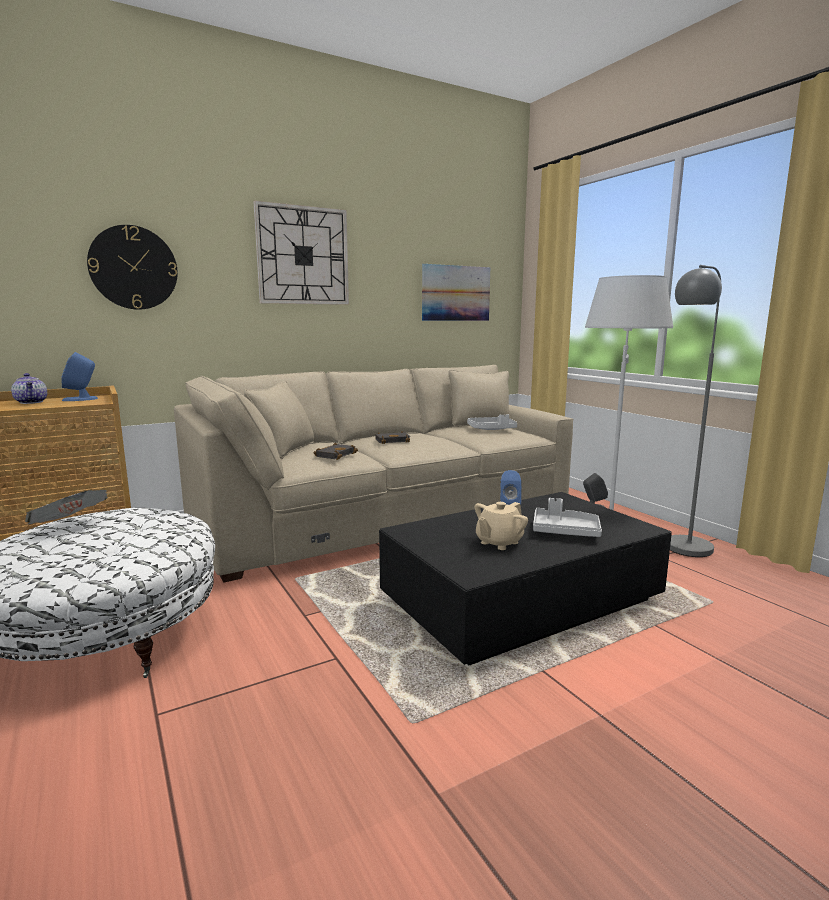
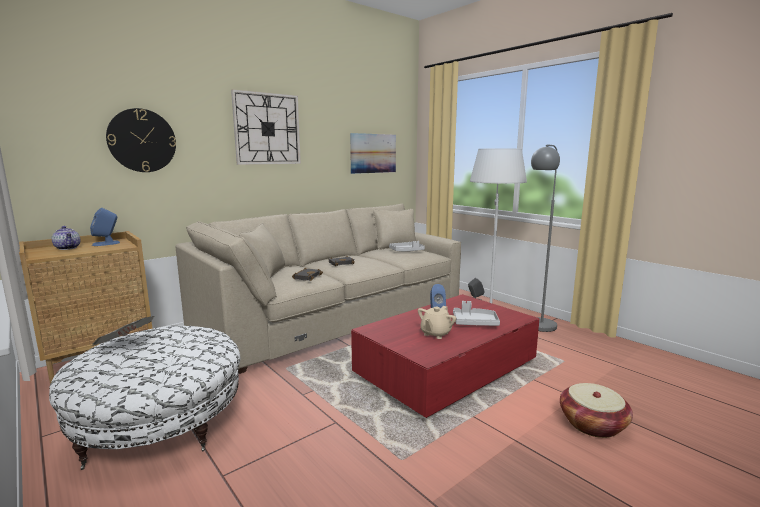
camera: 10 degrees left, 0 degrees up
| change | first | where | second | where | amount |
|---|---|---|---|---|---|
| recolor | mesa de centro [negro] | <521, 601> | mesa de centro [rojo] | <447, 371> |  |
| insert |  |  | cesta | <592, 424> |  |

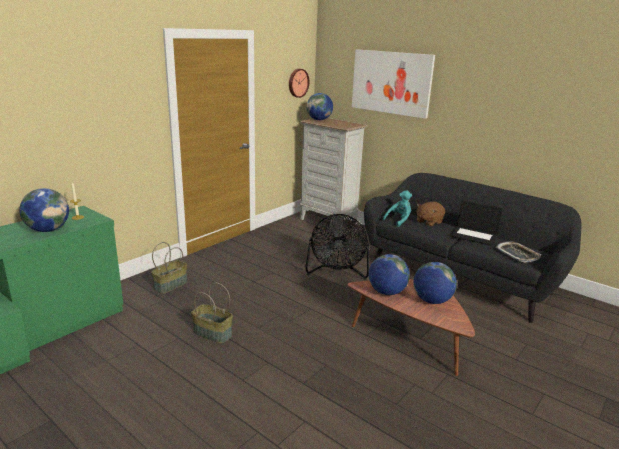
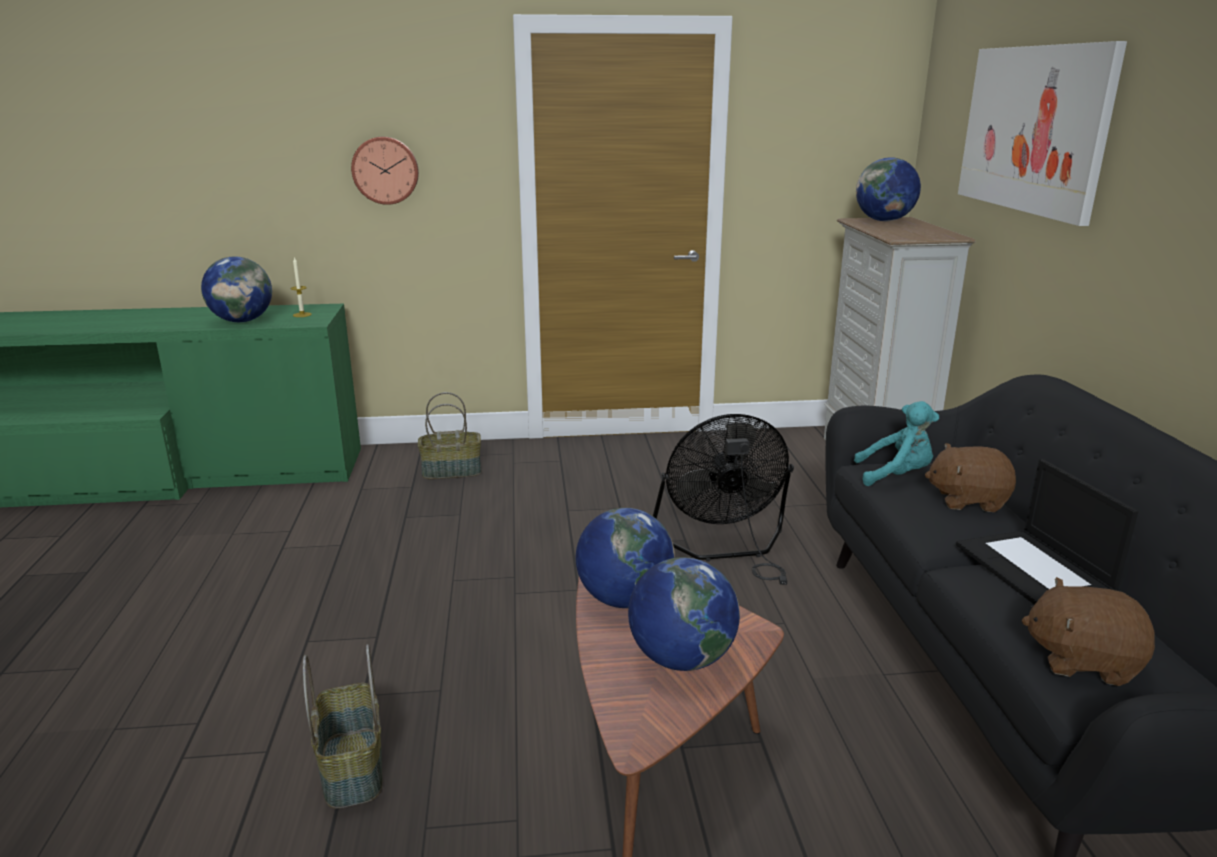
camera: 45 degrees right, 0 degrees up
| change | first | where | second | where | amount |
|---|---|---|---|---|---|
| move | reloj de pared | <297, 83> |  | <385, 170> |  |
| rotate | ventilador [negro] | <335, 271> |  | <732, 548> | 120 degrees clockwise |
| replace | bandeja | <517, 255> | peluche [marrón] | <1082, 660> |  |
| move | cesta | <212, 333> |  | <350, 767> |  |

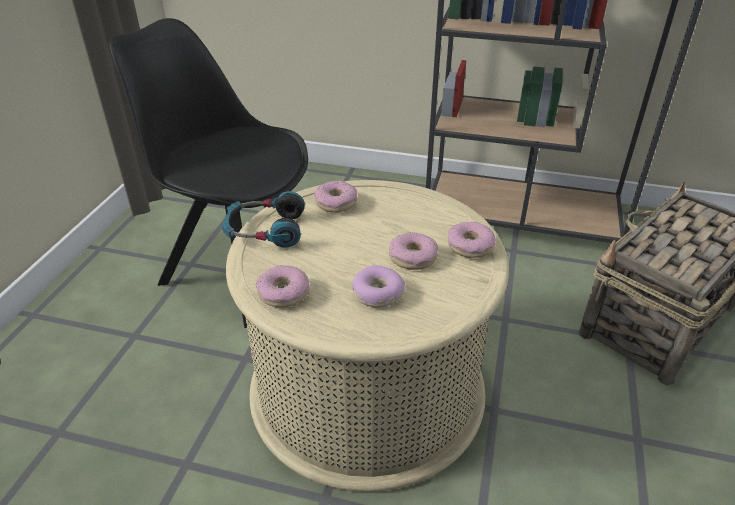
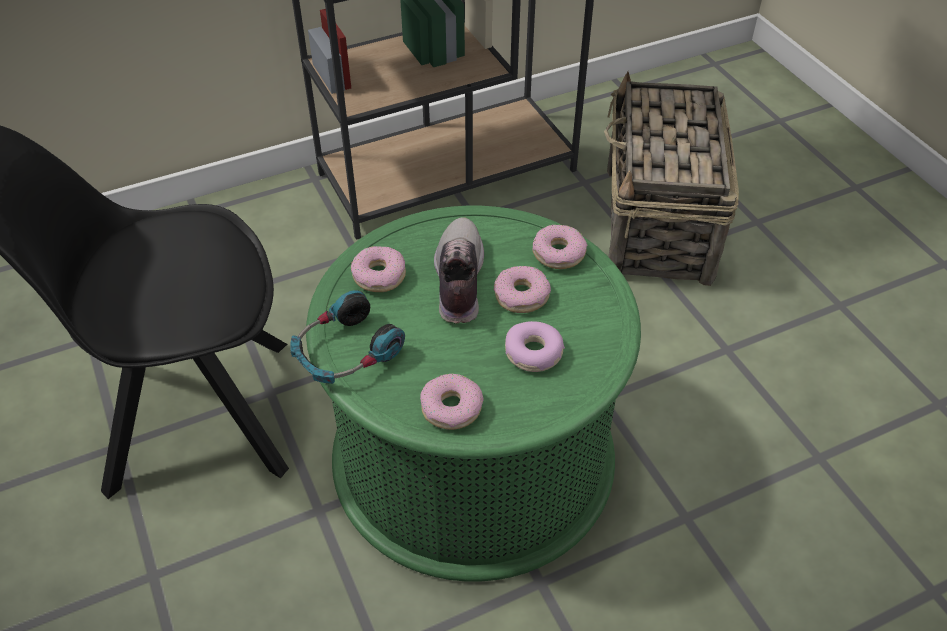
camera: 40 degrees left, 10 degrees up
| change | first | where | second | where | amount |
|---|---|---|---|---|---|
| recolor | mesa de centro [beis] | <367, 386> | mesa de centro [verde] | <473, 453> |  |
| insert |  |  | zapato | <457, 281> |  |

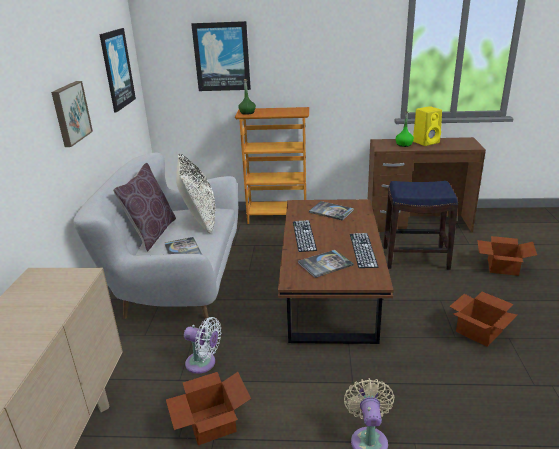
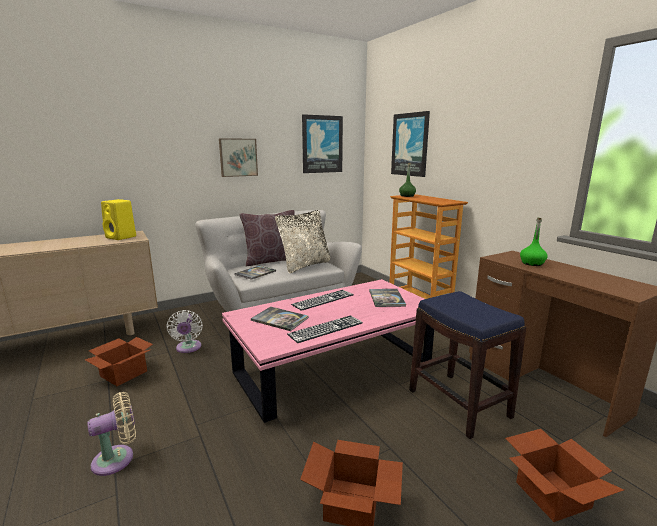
camera: 55 degrees right, 10 degrees down
| change | first | where | second | where | amount |
|---|---|---|---|---|---|
| move | altavoz [amarillo] | <426, 142> |  | <122, 237> |  |
| recolor | mesa de centro [marrón] | <330, 288> | mesa de centro [rosa] | <335, 368> |  |

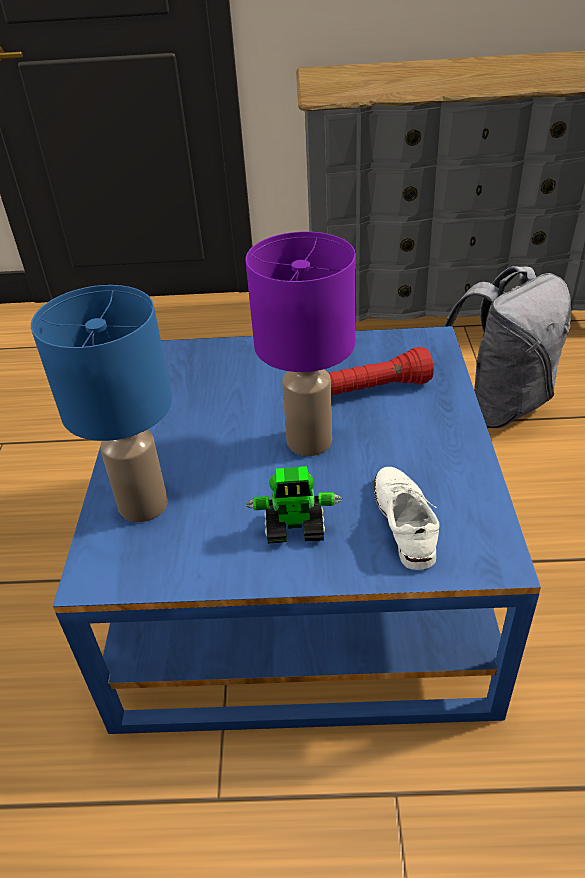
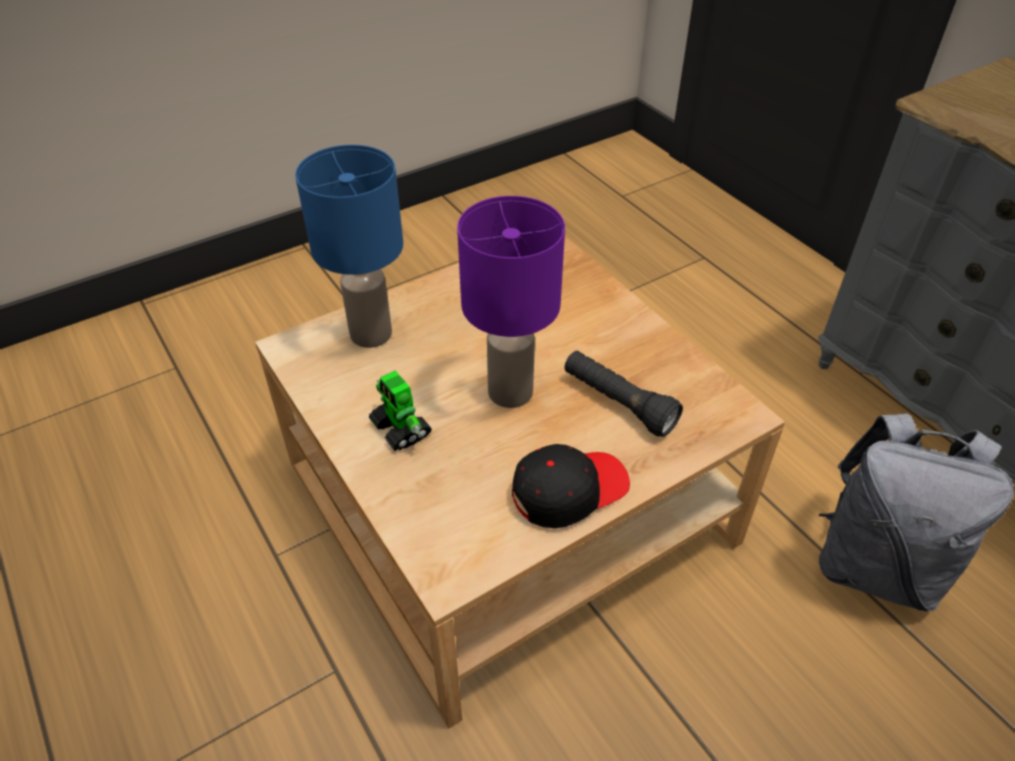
camera: 55 degrees right, 5 degrees up
| change | first | where | second | where | amount |
|---|---|---|---|---|---|
| recolor | mesa de centro [azul] | <301, 571> | mesa de centro [beis] | <507, 502> |  |
| recolor | linterna [rojo] | <373, 390> | linterna [negro] | <617, 403> |  |
| delete | zapato [blanco] | <404, 521> |  |  |  |
| insert |  |  | gorra [negro] | <568, 490> |  |

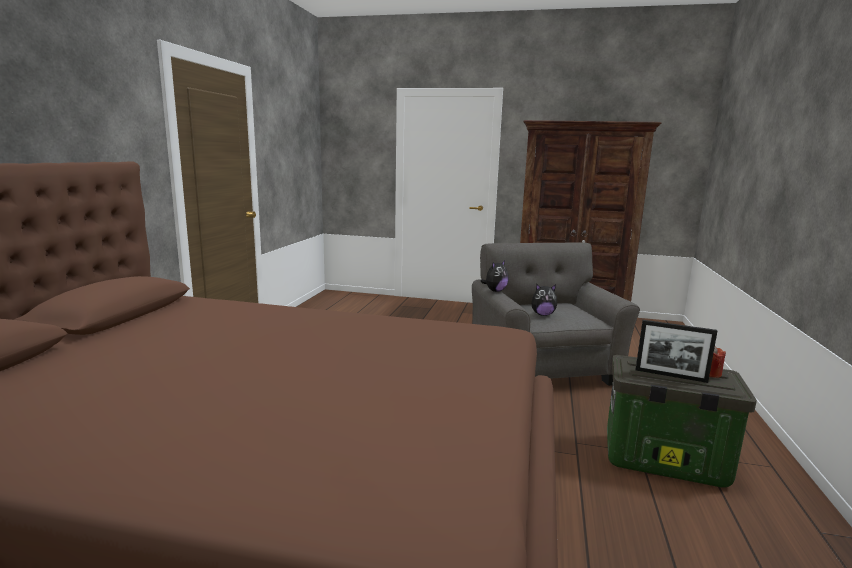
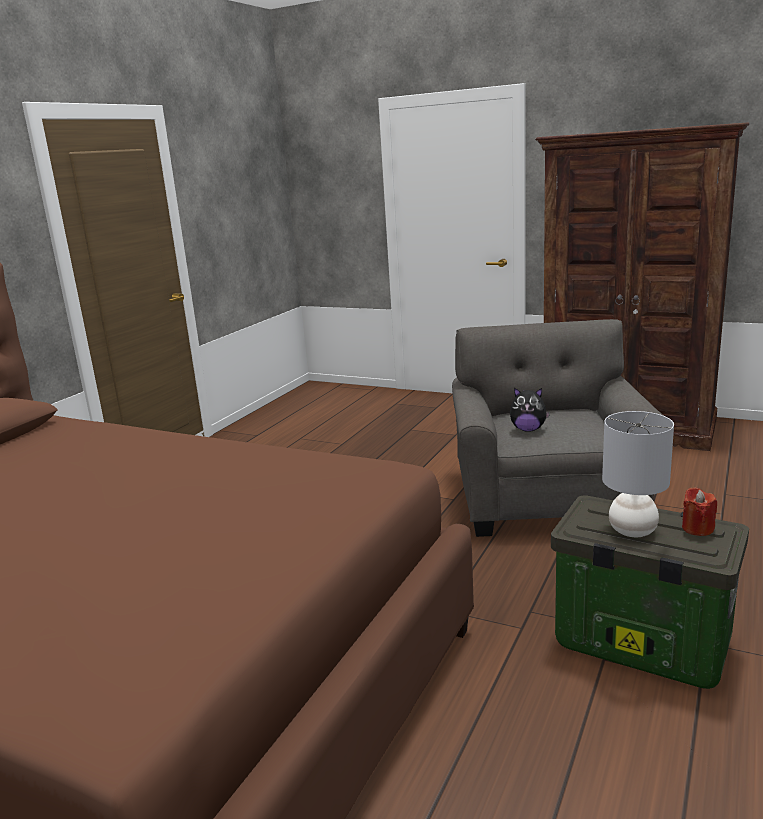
camera: 15 degrees right, 5 degrees up
| change | first | where | second | where | amount |
|---|---|---|---|---|---|
| delete | peluche | <495, 291> |  |  |  |
| replace | portarretratos | <670, 375> | lámpara de mesa [gris] | <633, 530> |  |

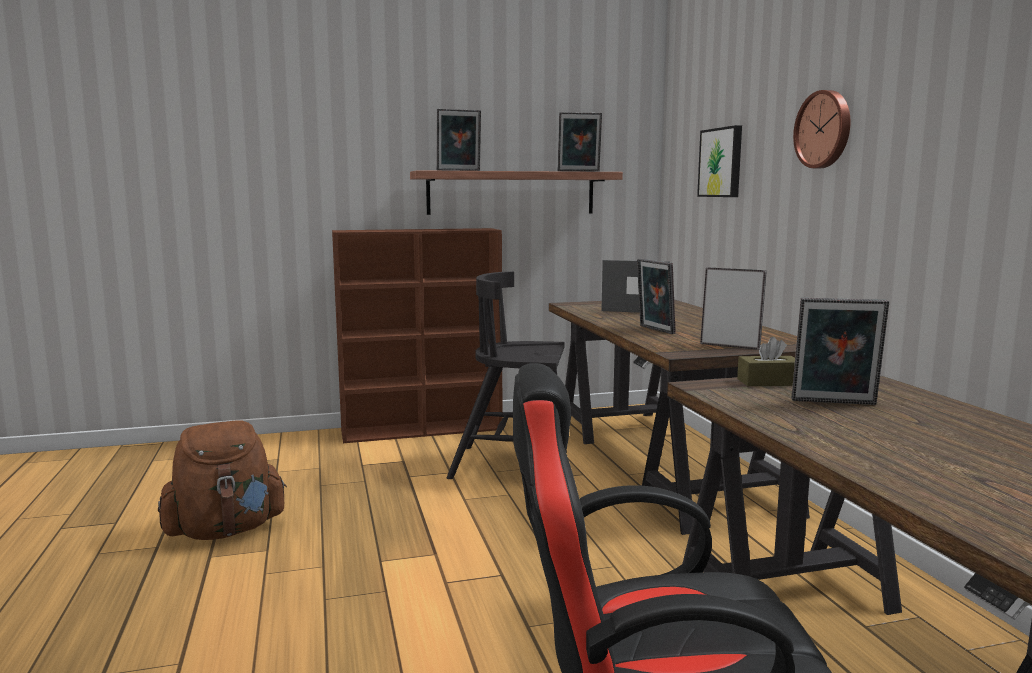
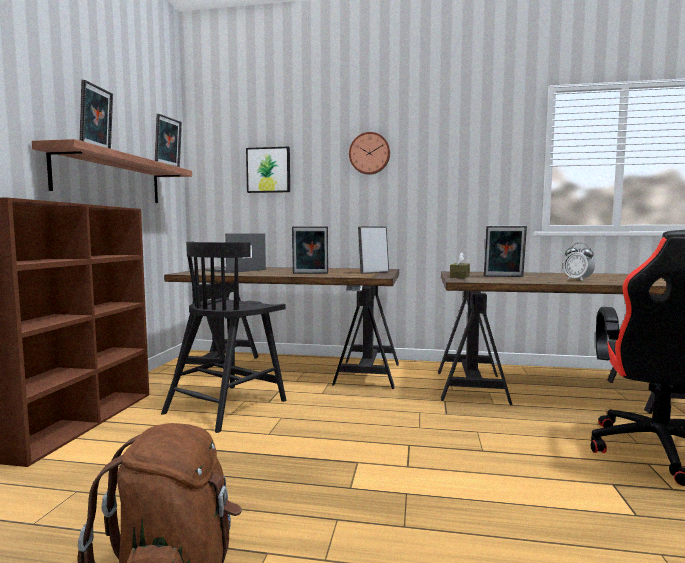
camera: 65 degrees left, 5 degrees down
| change | first | where | second | where | amount |
|---|---|---|---|---|---|
| rotate | portarretratos | <834, 403> |  | <504, 276> | 60 degrees clockwise |
| insert |  |  | despertador | <578, 280> |  |

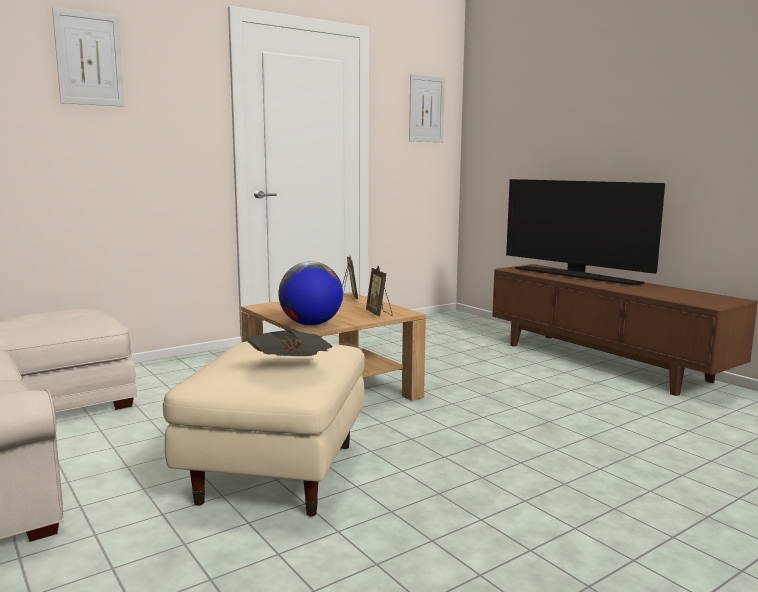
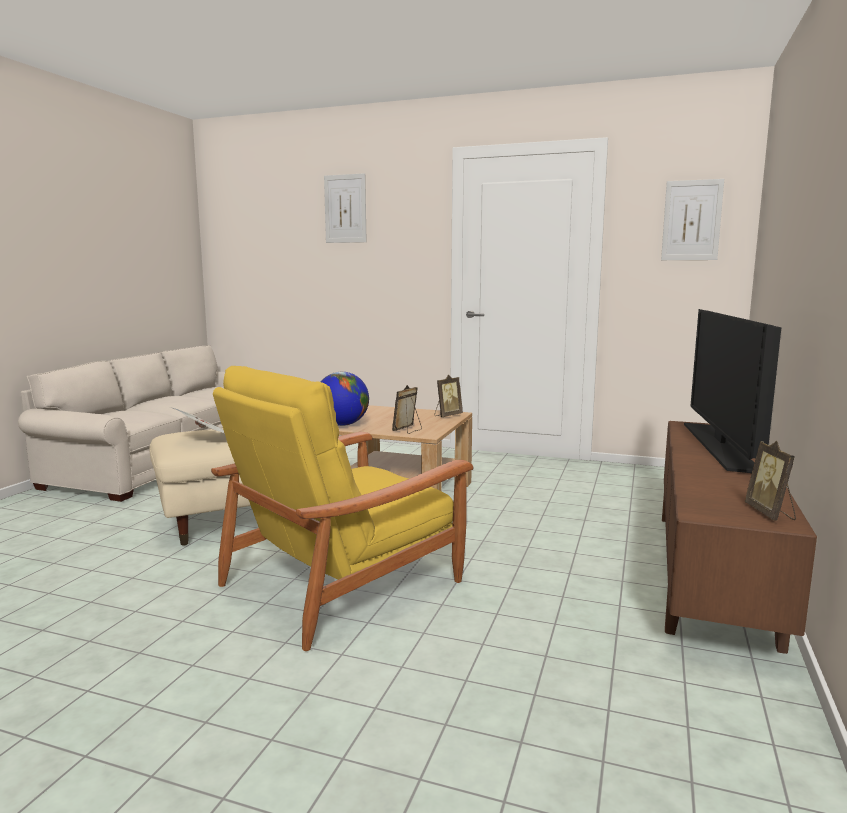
camera: 55 degrees right, 0 degrees up
| change | first | where | second | where | amount |
|---|---|---|---|---|---|
| insert |  |  | sillón [amarillo] | <343, 582> |  |
| insert |  |  | portarretratos | <770, 514> |  |

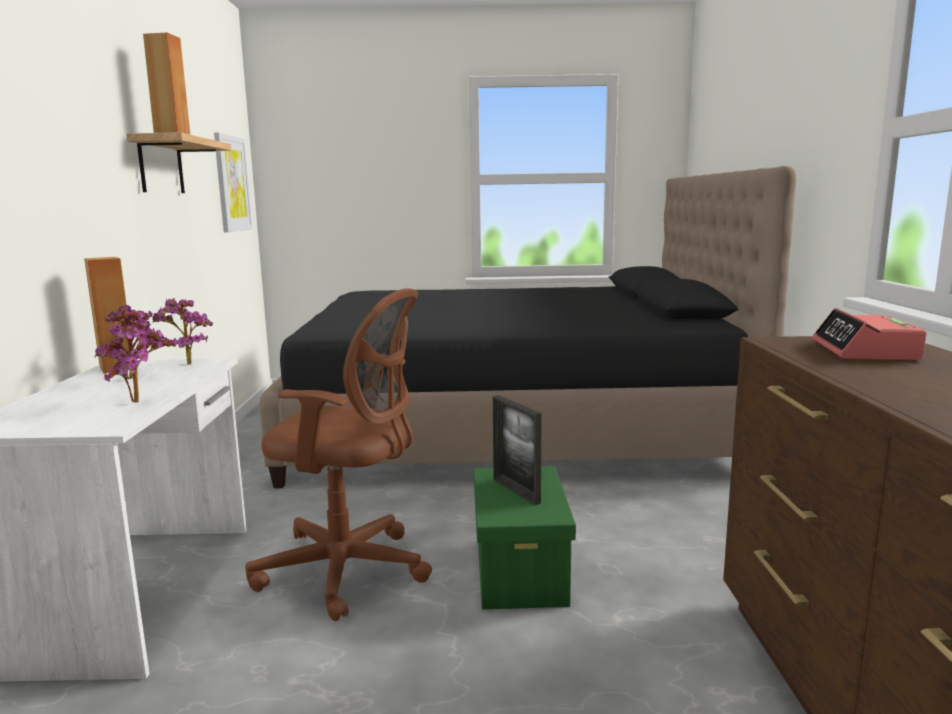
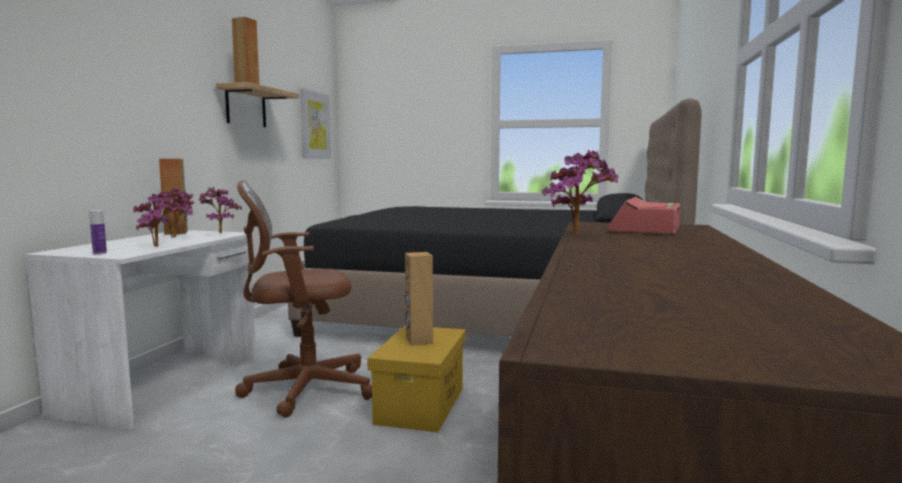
camera: 15 degrees right, 5 degrees down
| change | first | where | second | where | amount |
|---|---|---|---|---|---|
| rotate | silla de oficina [marrón] | <349, 570> |  | <302, 389> | 135 degrees clockwise |
| replace | portarretratos | <516, 491> | altavoz [marrón] | <418, 340> |  |
| recolor | caja de almacenaje [verde] | <519, 569> | caja de almacenaje [amarillo] | <420, 404> |  |
| insert |  |  | planta en maceta | <579, 236> |  |
| insert |  |  | botella | <99, 253> |  |

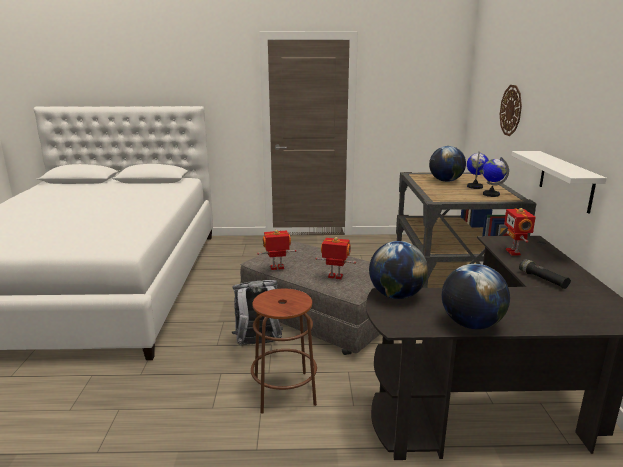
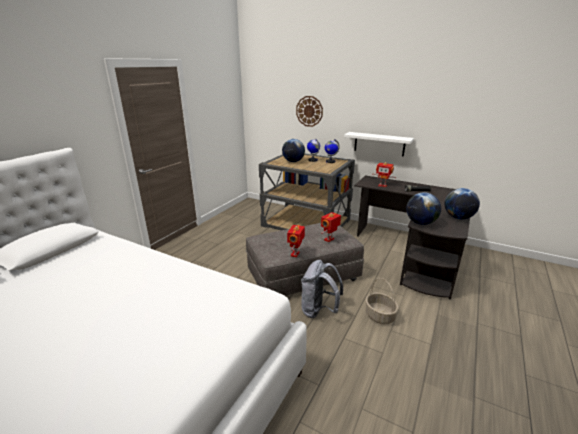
camera: 60 degrees left, 5 degrees up
| change | first | where | second | where | amount |
|---|---|---|---|---|---|
| replace | taburete [marrón] | <284, 391> | cesta | <379, 316> |  |

